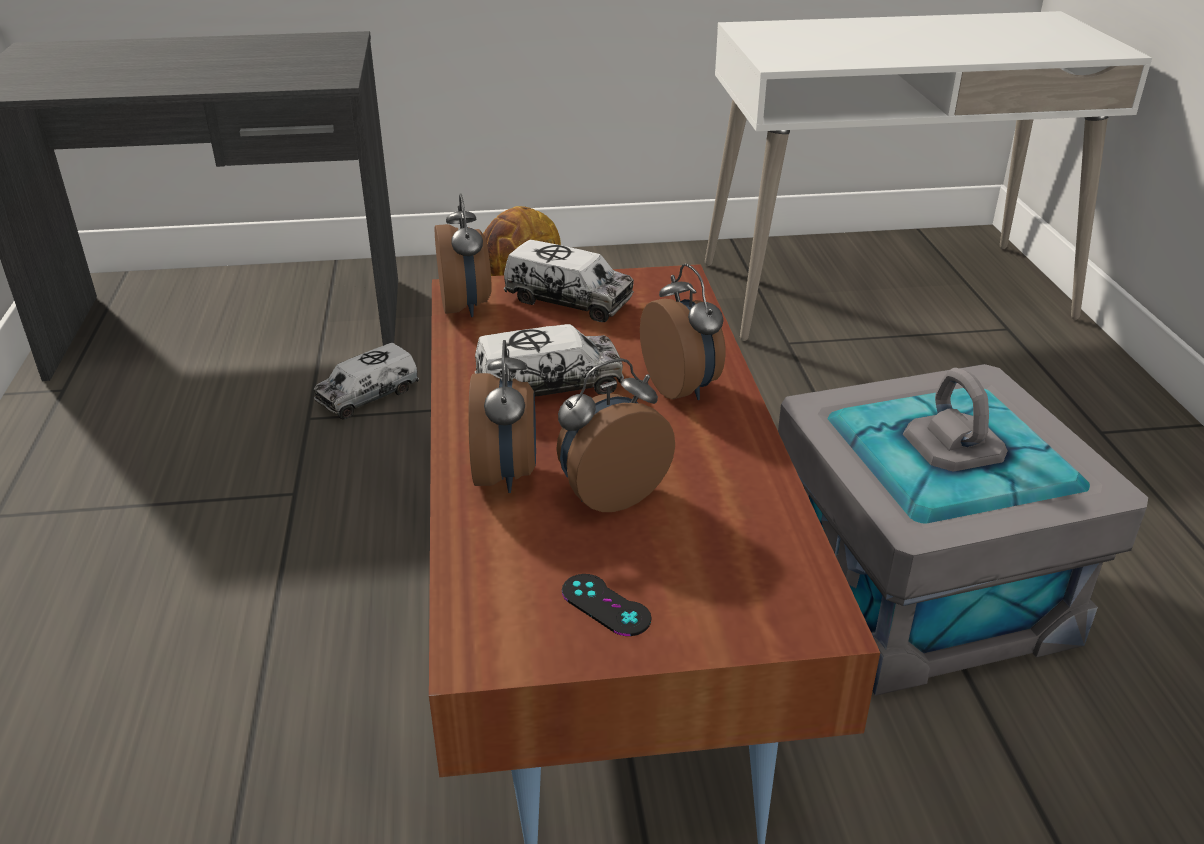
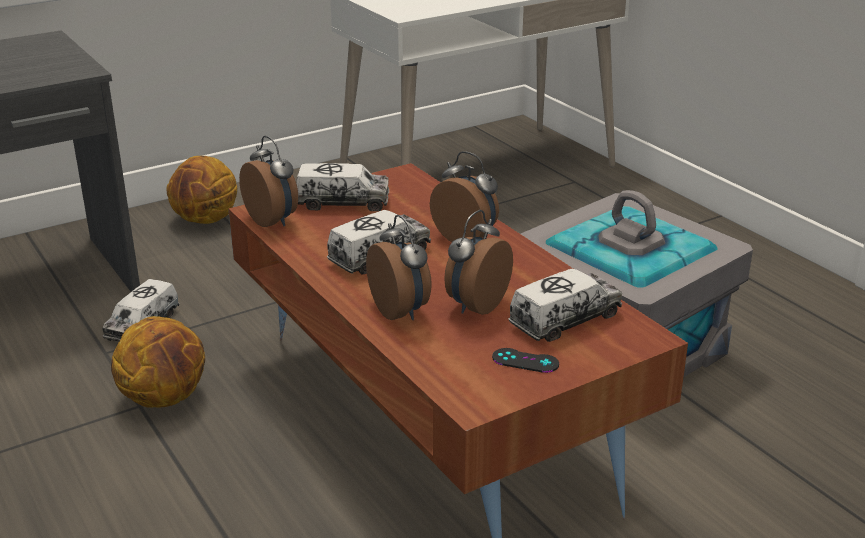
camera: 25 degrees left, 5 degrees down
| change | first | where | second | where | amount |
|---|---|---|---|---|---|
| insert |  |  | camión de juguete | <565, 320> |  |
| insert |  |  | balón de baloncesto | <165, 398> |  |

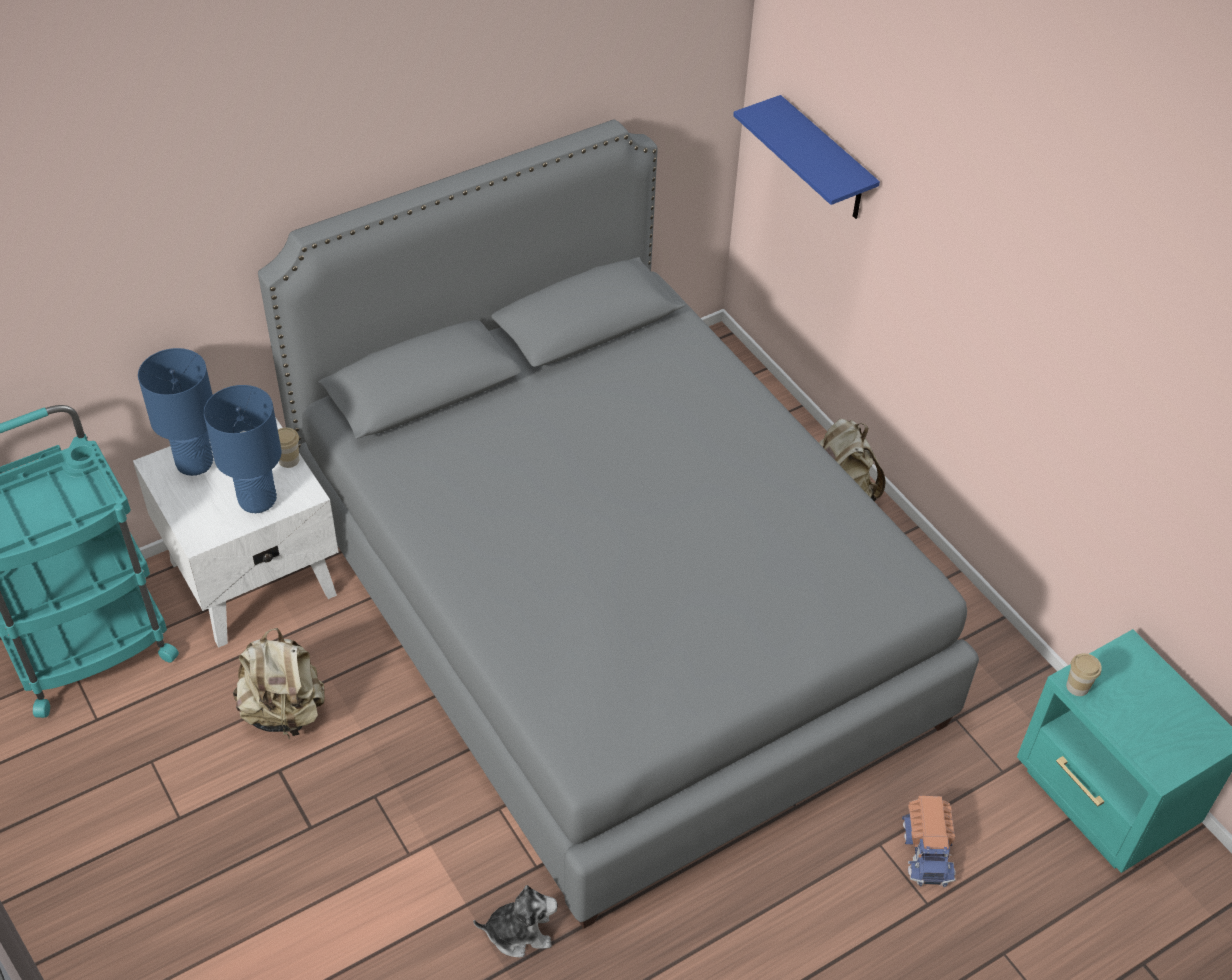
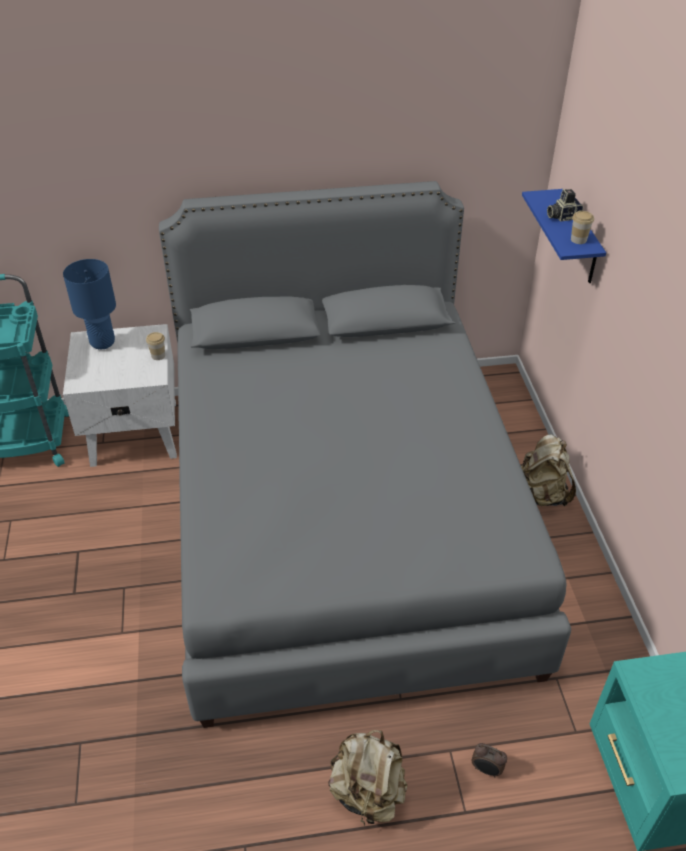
camera: 25 degrees right, 5 degrees down
| change | first | where | second | where | amount |
|---|---|---|---|---|---|
| delete | lámpara de mesa [azul] | <258, 503> |  |  |  |
| move | mochila [beis] | <284, 711> |  | <368, 792> |  |
| move | taza | <1077, 686> |  | <578, 240> |  |
| replace | camión de juguete | <928, 850> | despertador | <486, 770> |  |
| delete | peluche | <519, 932> |  |  |  |
| insert |  |  | cámara | <562, 216> |  |

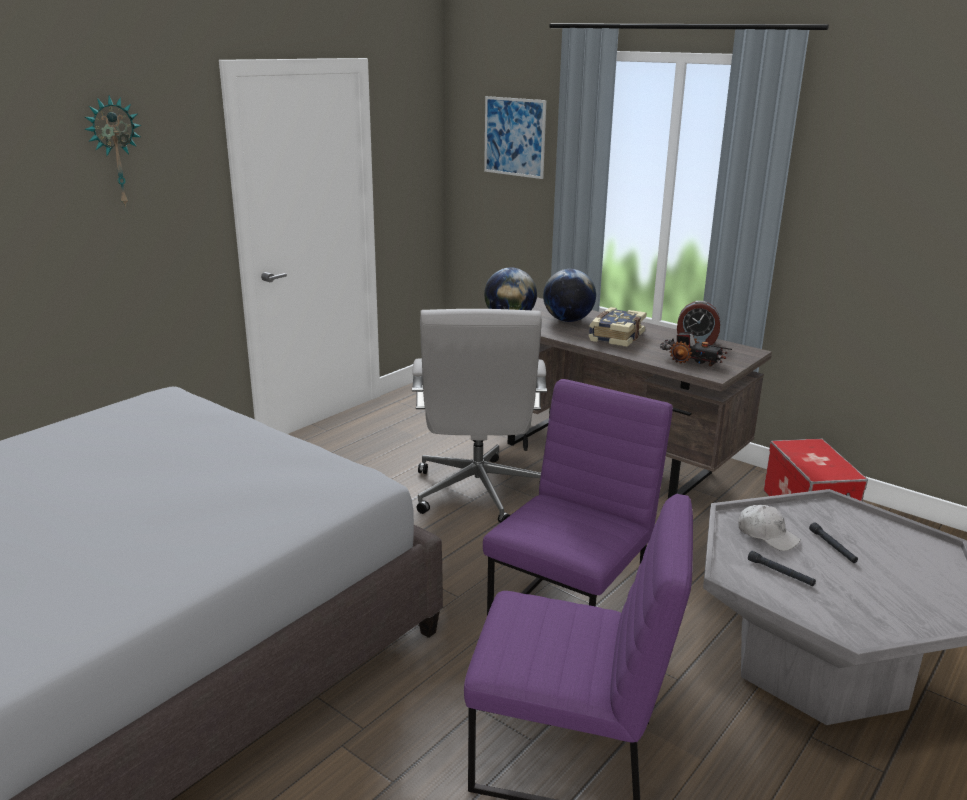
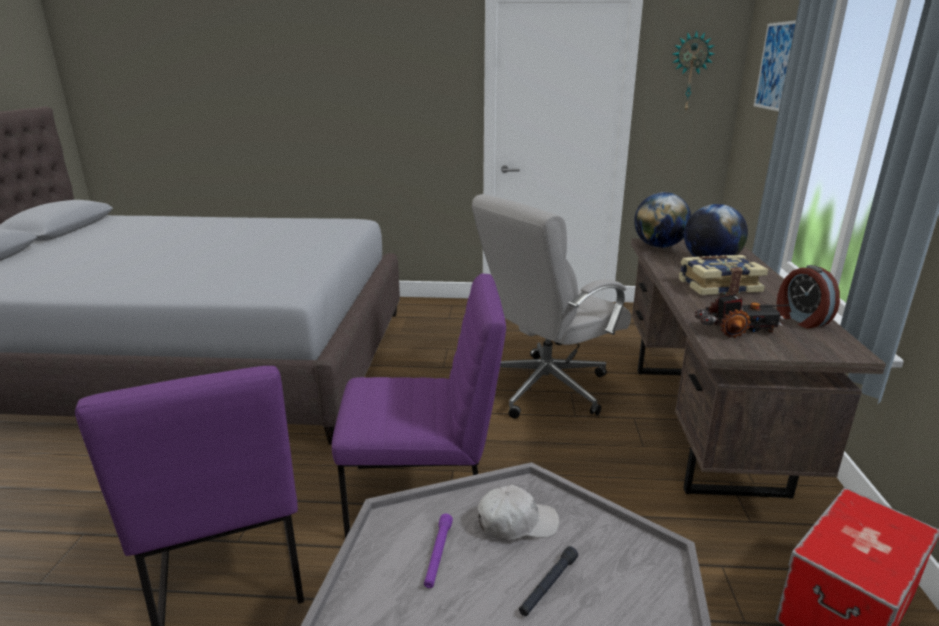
camera: 55 degrees right, 0 degrees up
| change | first | where | second | where | amount |
|---|---|---|---|---|---|
| move | reloj de pared | <114, 152> |  | <690, 72> |  |
| rotate | camión de juguete | <693, 361> |  | <738, 330> | 90 degrees counterclockwise |
| rotate | gorra [blanco] | <767, 535> |  | <516, 523> | 105 degrees counterclockwise |
| recolor | linterna [negro] | <780, 573> | linterna [morado] | <438, 555> |  |

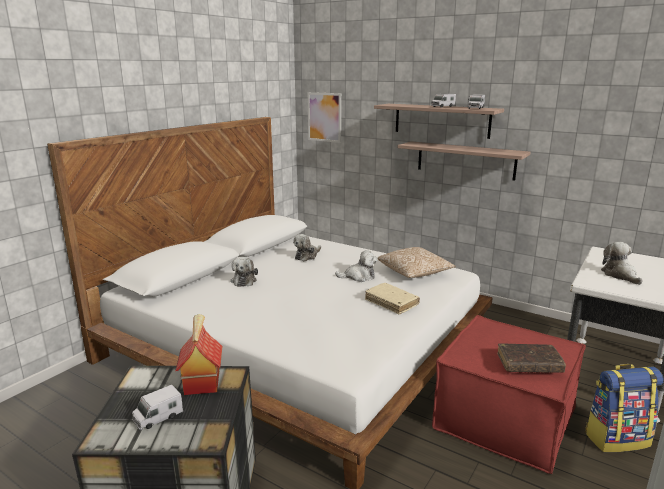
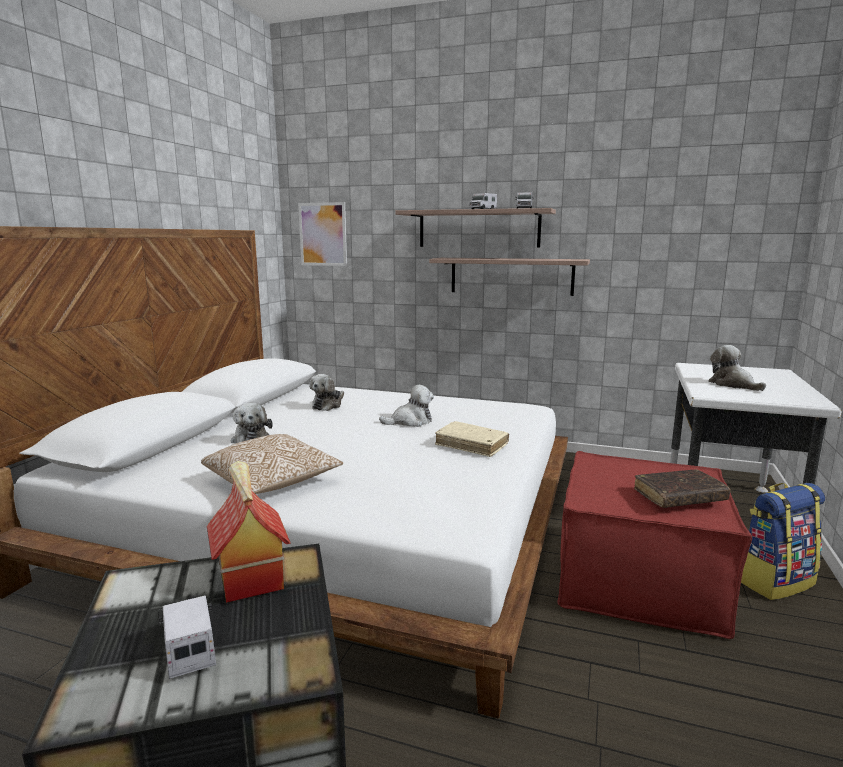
camera: 15 degrees left, 5 degrees down
| change | first | where | second | where | amount |
|---|---|---|---|---|---|
| move | cojín | <414, 273> |  | <272, 482> |  |
| rotate | camión de juguete | <158, 417> |  | <190, 648> | 120 degrees clockwise |

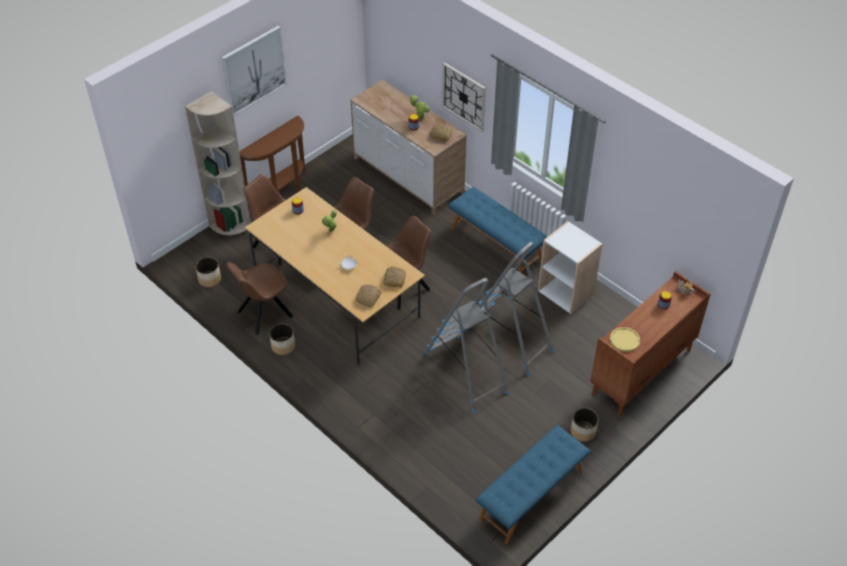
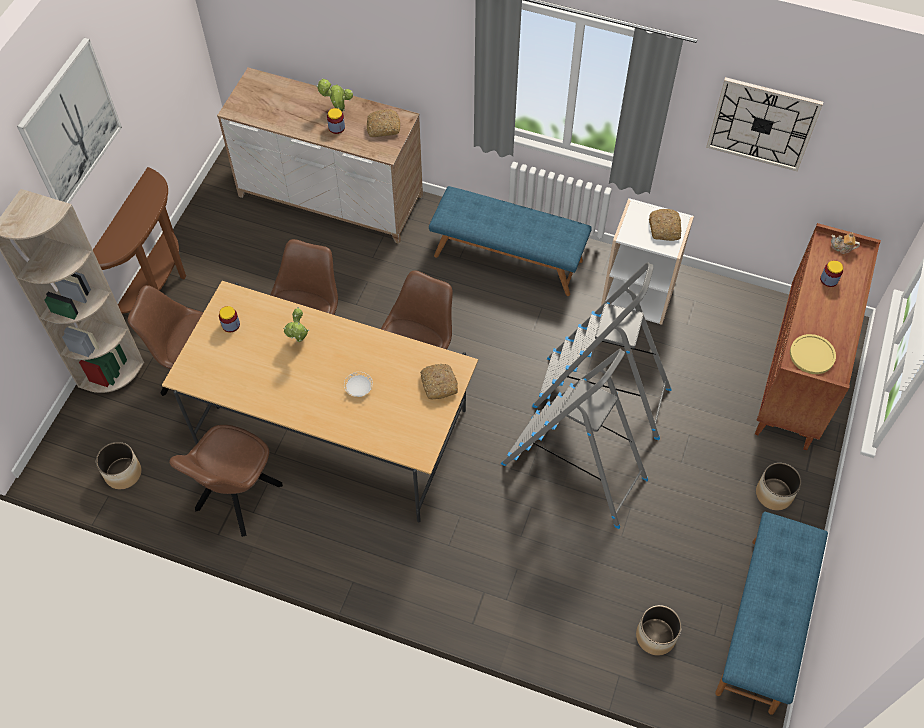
camera: 25 degrees left, 10 degrees up
| change | first | where | second | where | amount |
|---|---|---|---|---|---|
| move | reloj de pared | <464, 97> |  | <762, 124> |  |
| move | pan | <368, 298> |  | <665, 228> |  |
| move | maceta | <283, 346> |  | <655, 636> |  |

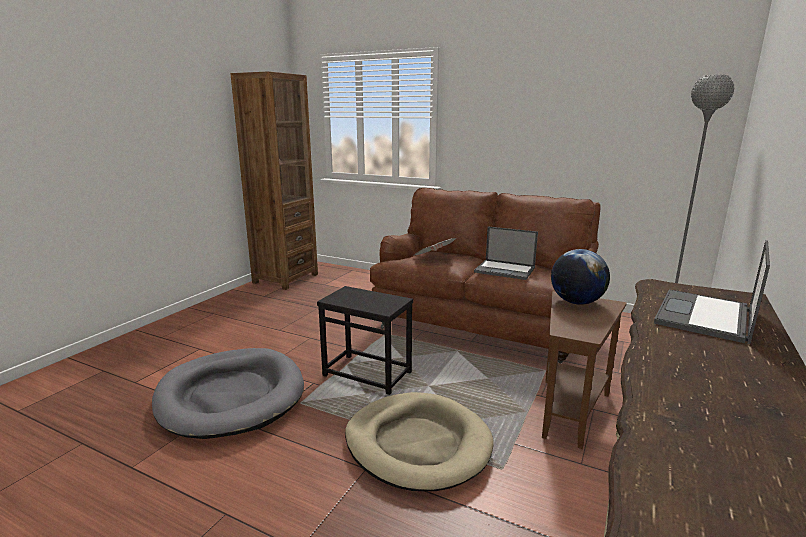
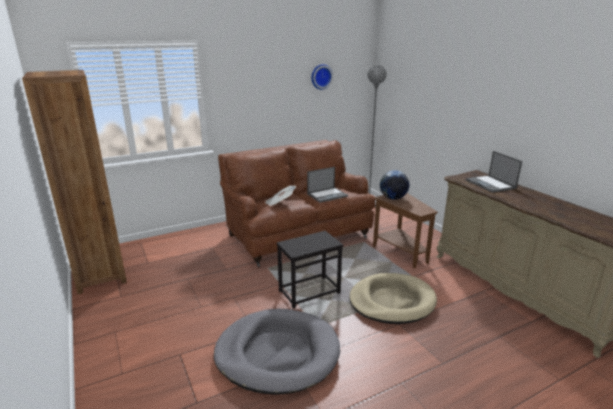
camera: 55 degrees left, 5 degrees up
| change | first | where | second | where | amount |
|---|---|---|---|---|---|
| insert |  |  | reloj de pared | <321, 76> |  |

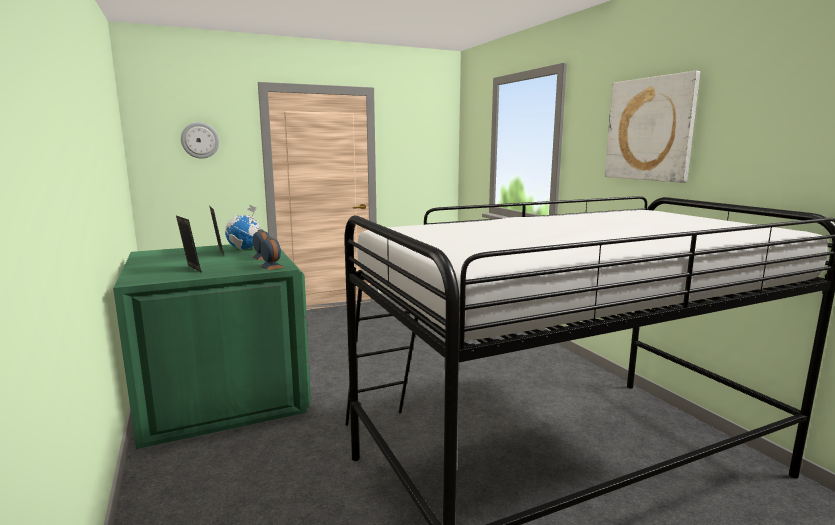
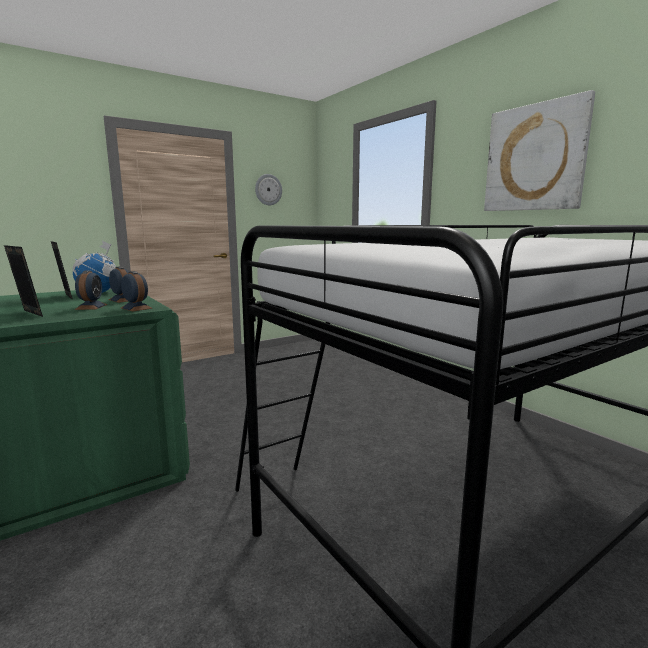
camera: 10 degrees left, 0 degrees up
| change | first | where | second | where | amount |
|---|---|---|---|---|---|
| move | reloj de pared | <200, 140> |  | <268, 189> |  |
| insert |  |  | despertador | <91, 307> |  |

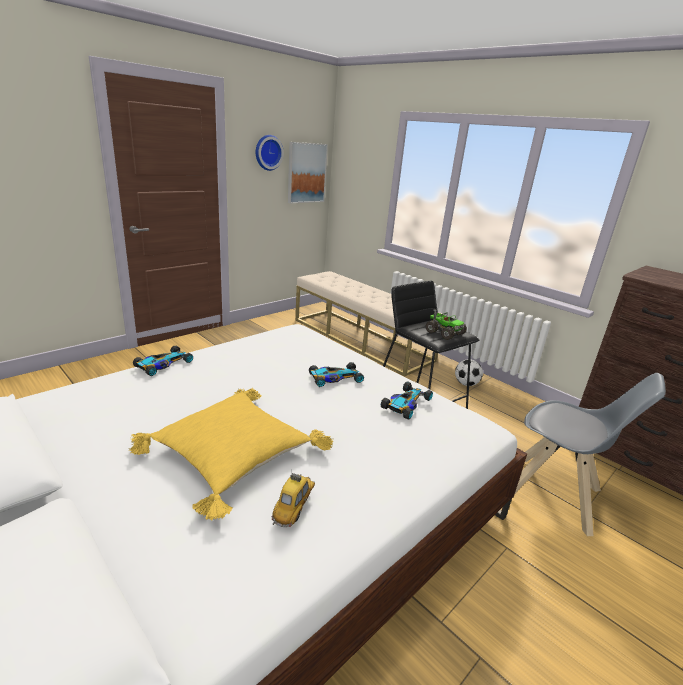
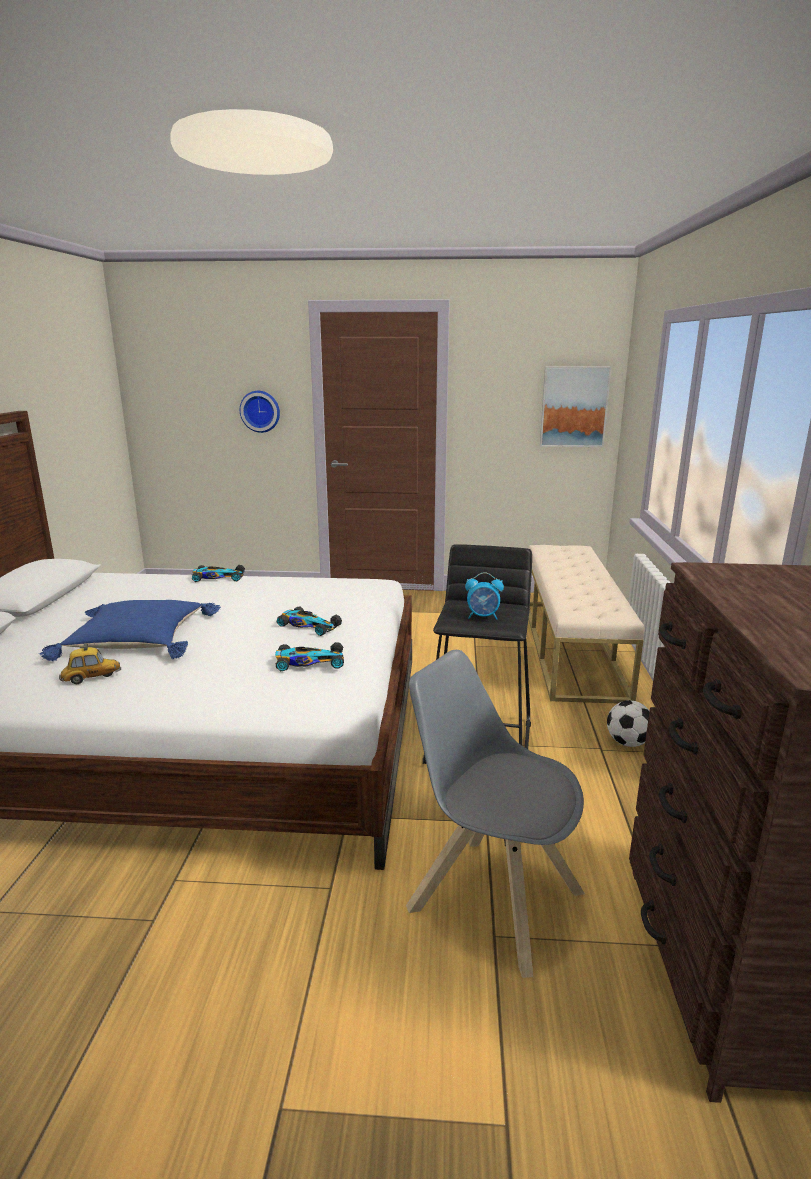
camera: 50 degrees right, 5 degrees down
| change | first | where | second | where | amount |
|---|---|---|---|---|---|
| move | reloj de pared | <267, 152> |  | <260, 411> |  |
| replace | camión de juguete | <444, 333> | despertador | <483, 617> |  |
| rotate | silla [gris] | <555, 495> |  | <491, 897> | 135 degrees clockwise |
| recolor | cojín [amarillo] | <233, 449> | cojín [azul] | <138, 637> |  |

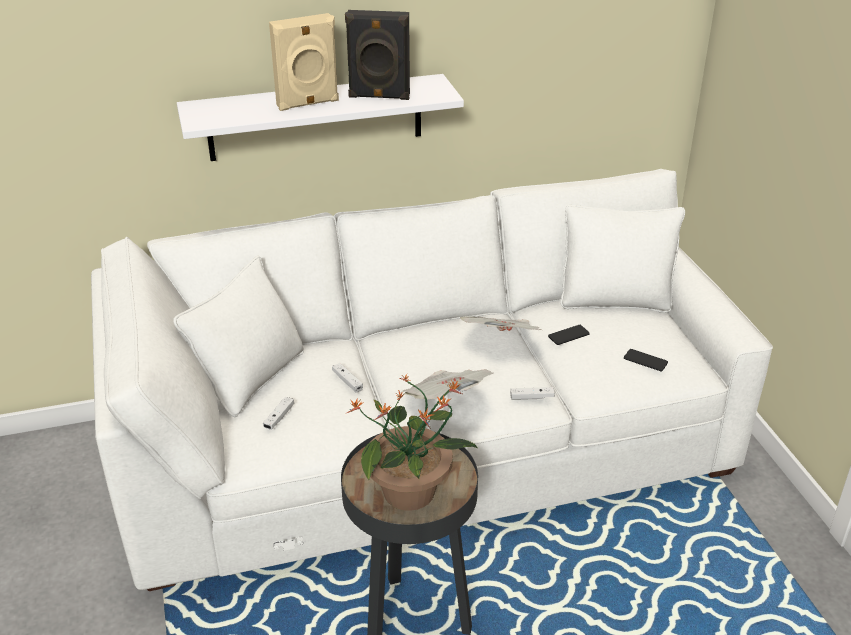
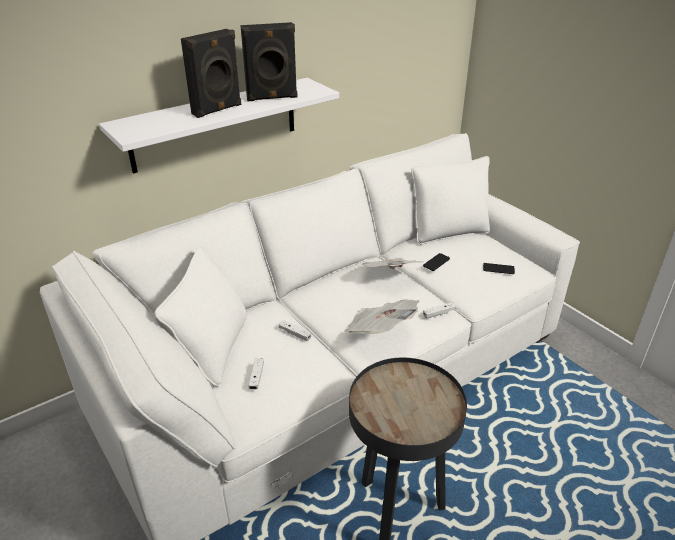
camera: 20 degrees left, 0 degrees up
| change | first | where | second | where | amount |
|---|---|---|---|---|---|
| recolor | altavoz [beis] | <308, 104> | altavoz [negro] | <218, 110> |  |
| delete | planta en maceta | <411, 492> |  |  |  |

